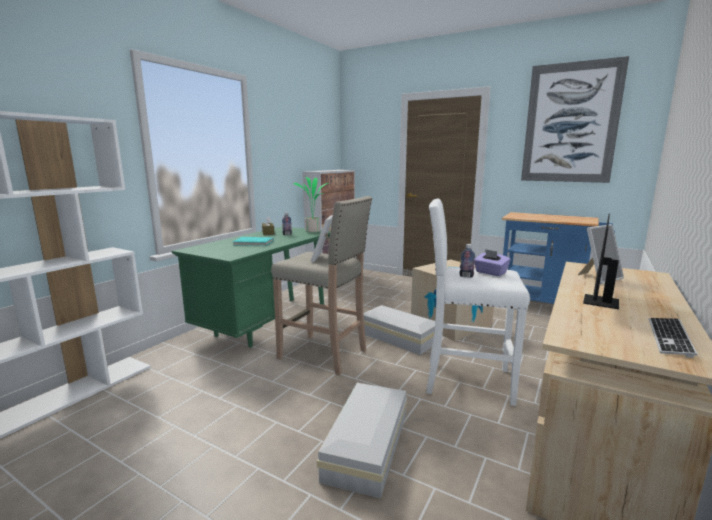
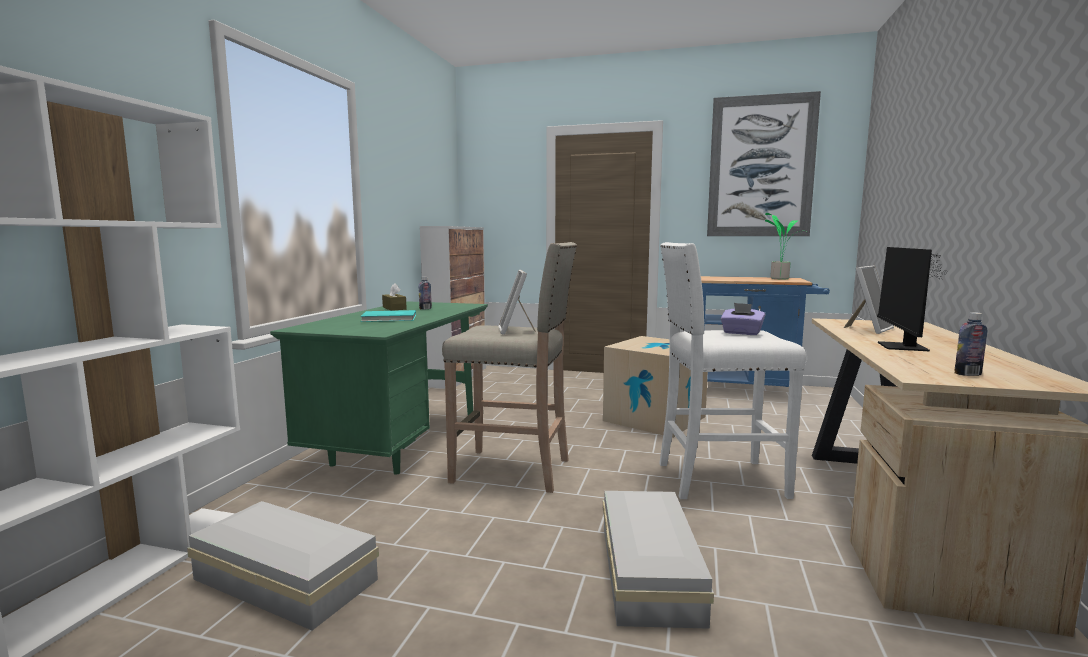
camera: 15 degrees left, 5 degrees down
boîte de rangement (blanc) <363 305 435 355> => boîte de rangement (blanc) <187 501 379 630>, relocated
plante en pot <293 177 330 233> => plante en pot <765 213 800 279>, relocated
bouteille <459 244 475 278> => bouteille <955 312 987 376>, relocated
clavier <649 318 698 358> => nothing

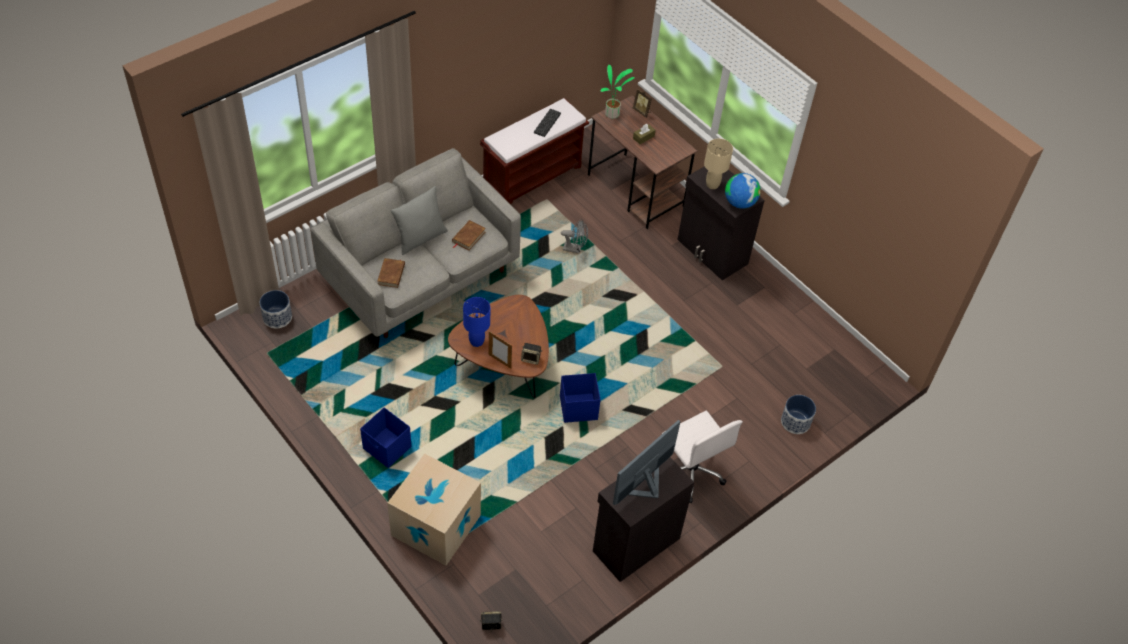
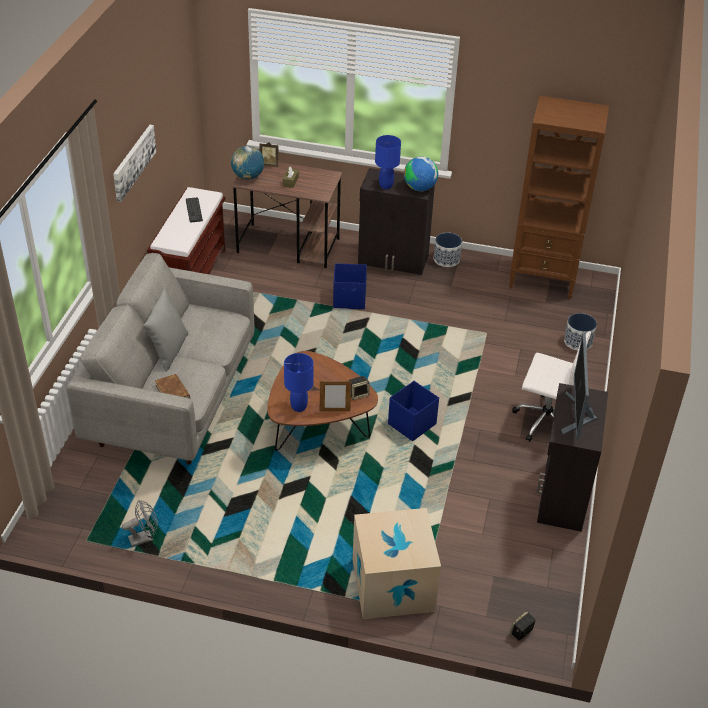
camera: 35 degrees left, 10 degrees down
nothing => tableau <113 125 156 202>
ventilateur (gris) <561 219 588 254> => ventilateur (gris) <122 500 158 547>, relocated
plante en pot <601 65 635 119> => globe <231 146 264 180>
boîte de rangement (bleu) <360 407 411 468> => boîte de rangement (bleu) <333 263 367 309>, relocated
lampe de table (beige) <704 138 733 189> => lampe de table (bleu) <375 135 401 189>
cache-pot <260 290 292 329> => cache-pot <434 233 462 267>, relocated
nothing => bibliothèque (marron) <509 96 609 299>
livre (marron) <452 220 486 251> => nothing

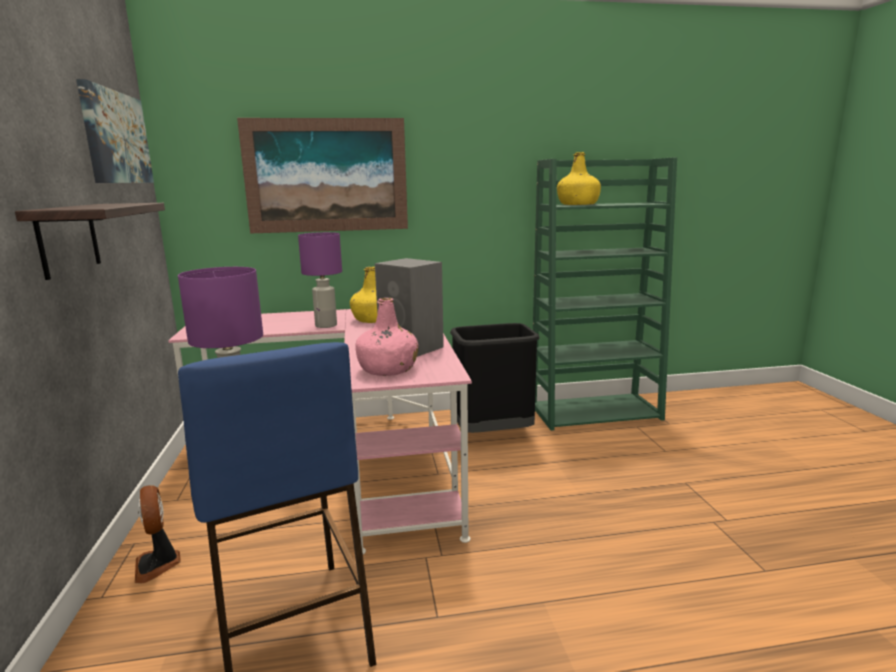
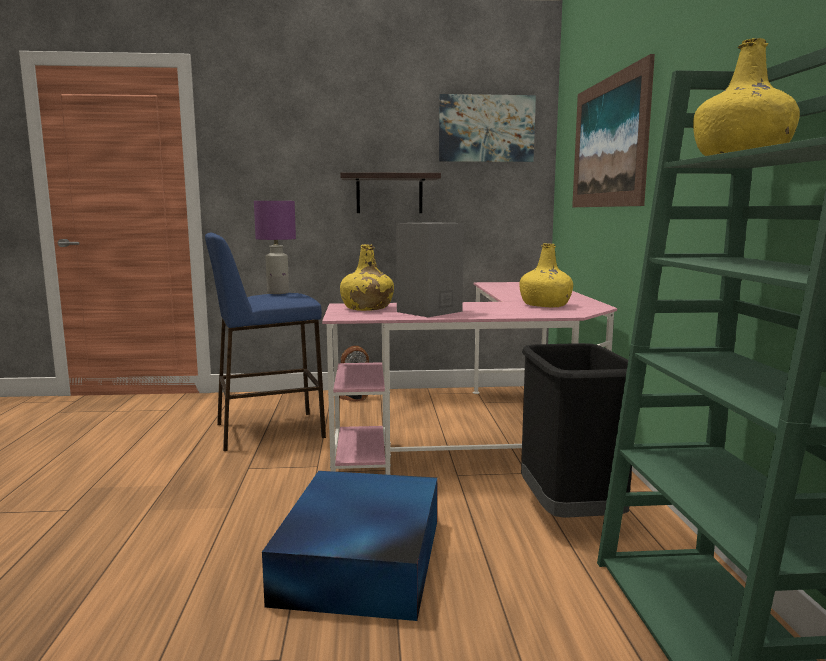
camera: 95 degrees right, 5 degrees down
nothing => boîte de rangement (bleu) <262 471 438 621>
bouteille (rose) <355 298 418 376> => bouteille (jaune) <340 244 394 311>
lampe de table (violet) <298 232 342 328> => nothing

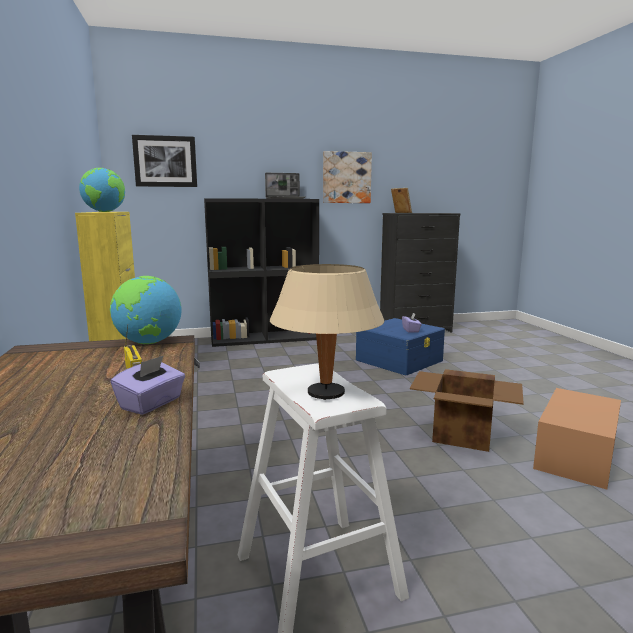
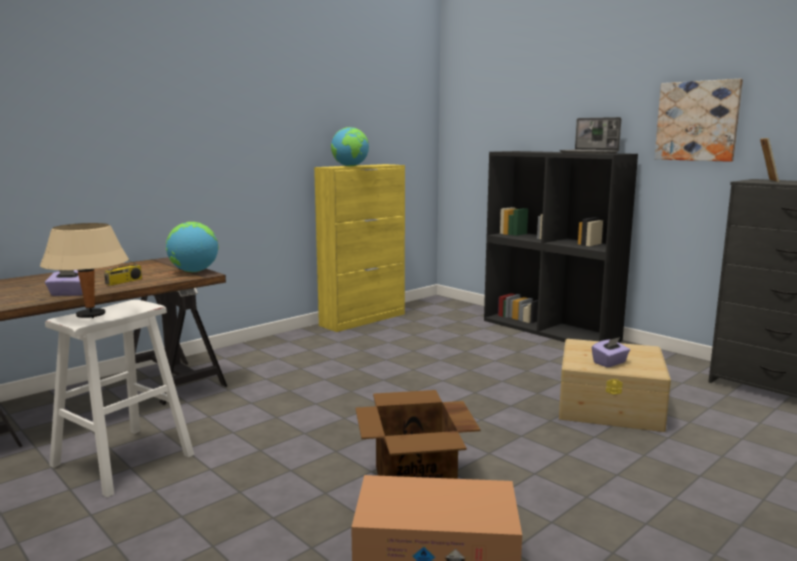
camera: 60 degrees right, 0 degrees up
boîte de rangement (bleu) <356 318 445 375> => boîte de rangement (beige) <559 339 671 432>
tableau <132 135 197 187> => nothing

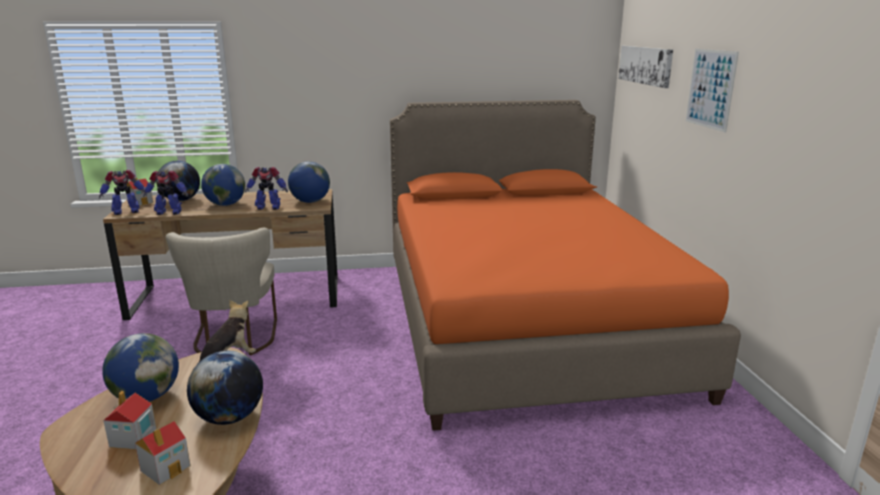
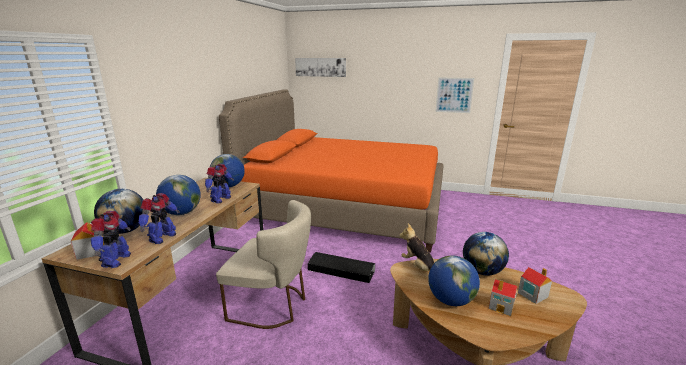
camera: 65 degrees left, 0 degrees up
nothing => boîte de rangement (noir) <308 252 375 283>
tableau <686 49 739 133> => tableau <435 77 474 113>, relocated

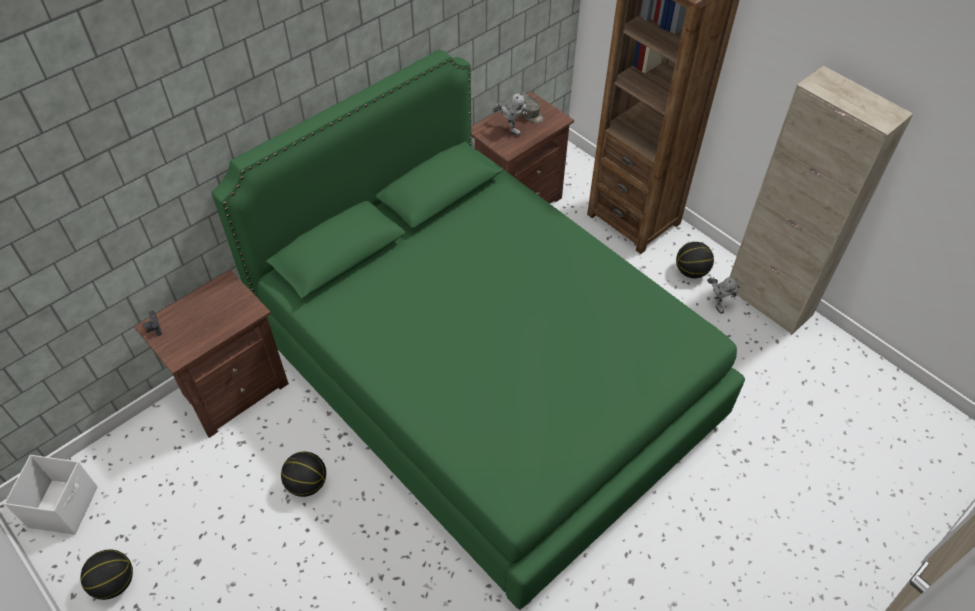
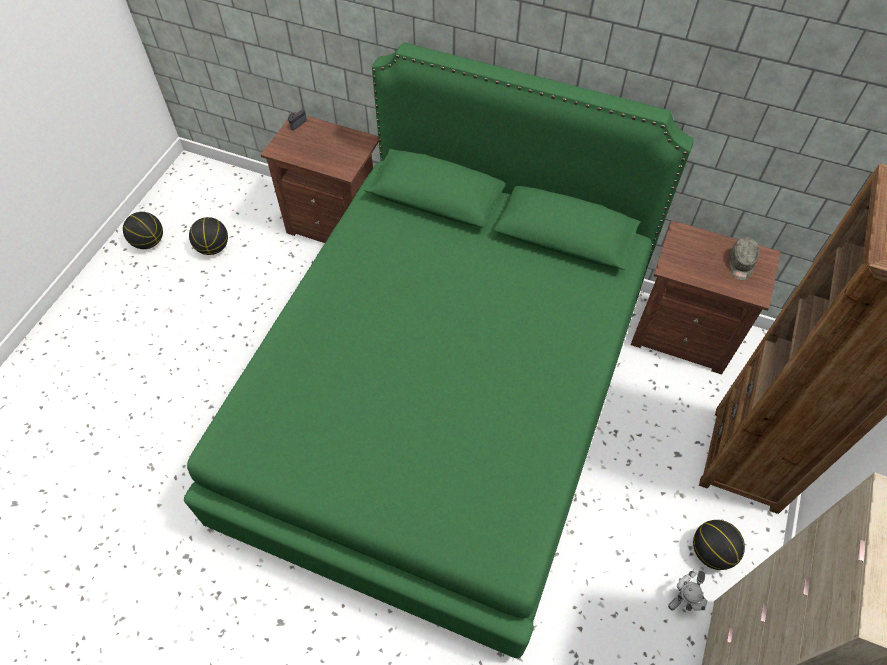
camera: 65 degrees right, 5 degrees up
ballon de basket <281 452 326 497> => ballon de basket <189 217 228 255>, relocated
boîte de rangement (blanc) <4 455 97 535> => nothing
robot jouet <492 92 527 136> => nothing

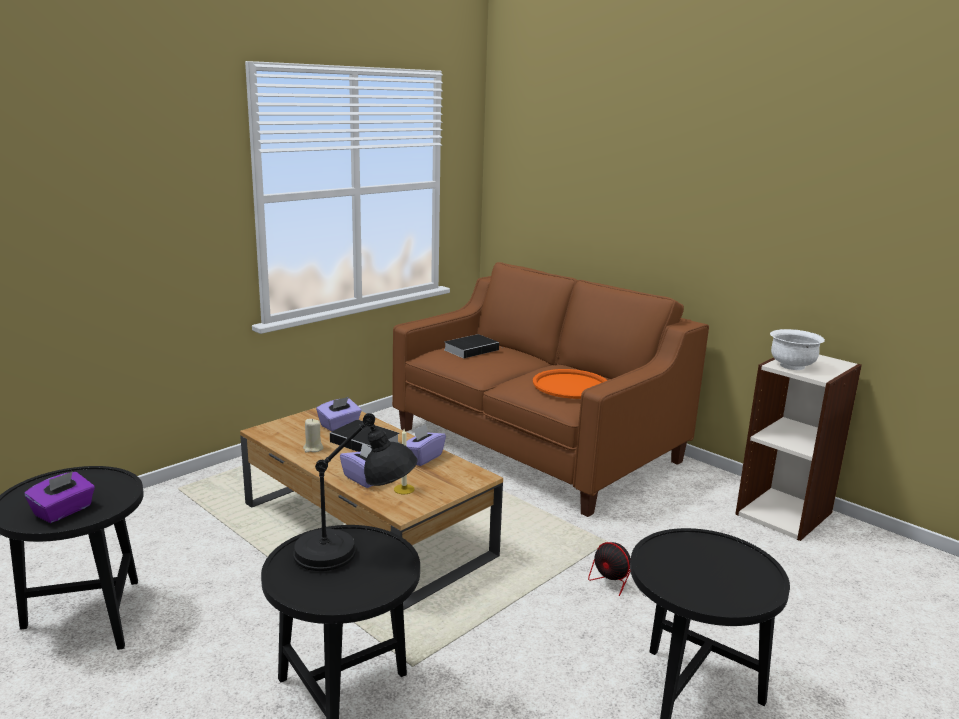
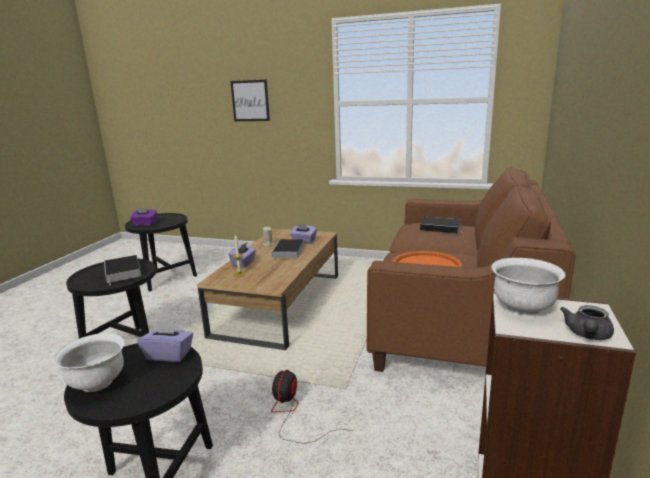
camera: 65 degrees right, 0 degrees up
nothing => bol (blanc) <54 333 125 392>
lampe de table (noir) <293 413 418 571> => livre <104 255 142 286>
boîte à mouchoirs (violet) <406 424 446 466> => boîte à mouchoirs (violet) <137 320 193 362>, relocated
nothing => tableau <230 80 270 121>
nothing => théière (gris) <560 305 614 340>

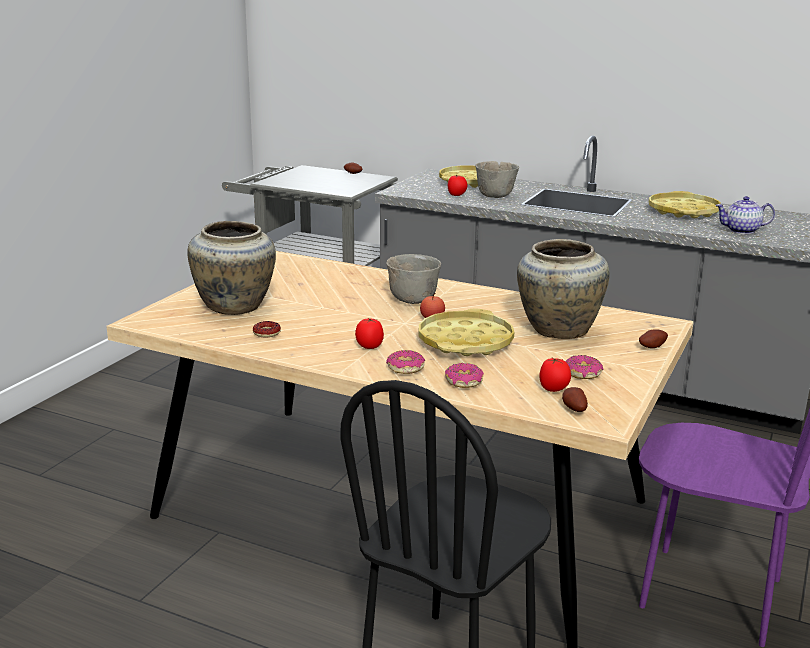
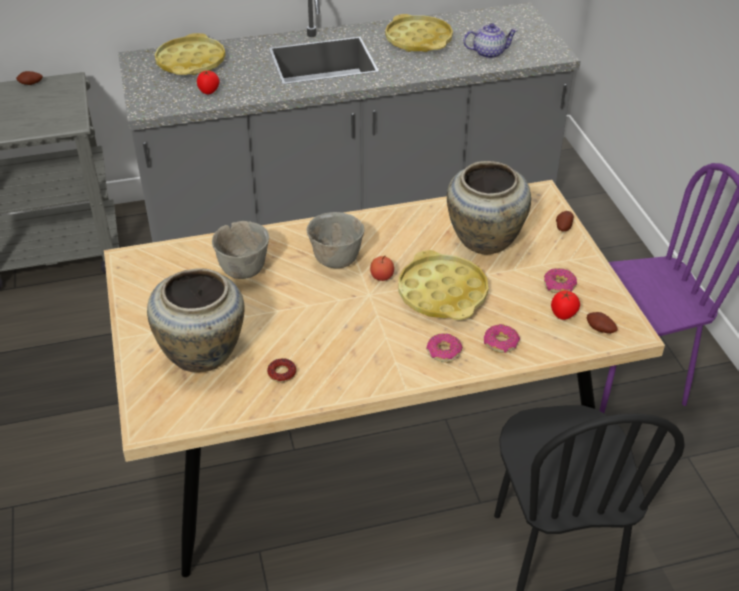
camera: 40 degrees left, 20 degrees up
bol (gris) <475 161 519 198> => bol (gris) <212 221 269 279>, relocated
théière <716 196 775 234> => théière <463 23 518 59>, 150 degrees counterclockwise
tomate <355 318 384 349> => nothing

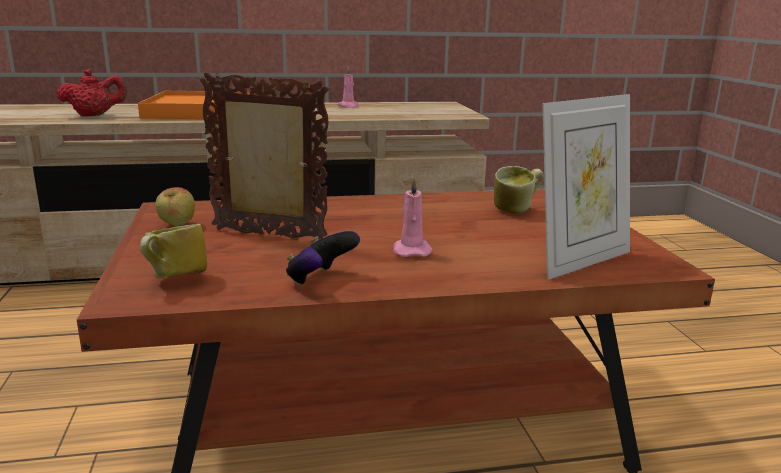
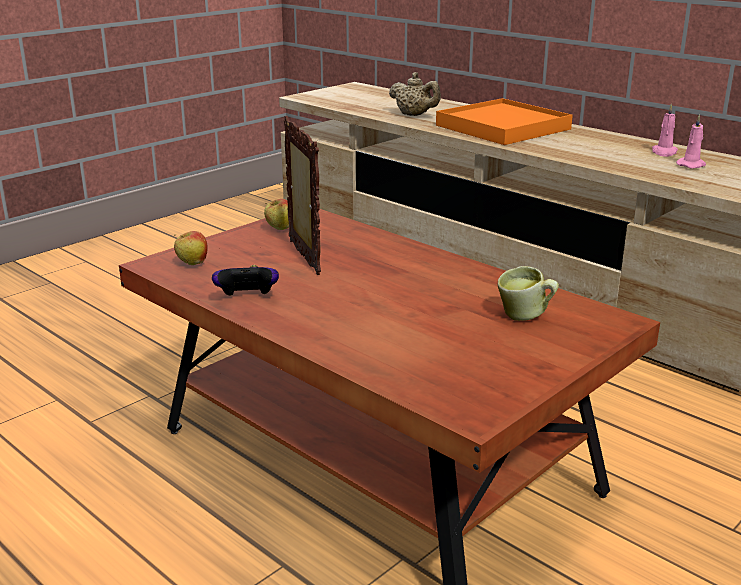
camera: 55 degrees right, 5 degrees up
mug <140 224 207 279> => pomme <174 231 208 265>
théière (rouge) <56 69 127 117> => théière (beige) <389 72 441 116>
bougie (rose) <393 176 433 257> => bougie (rose) <676 114 706 169>, relocated
cadre photo <542 94 630 280> => nothing

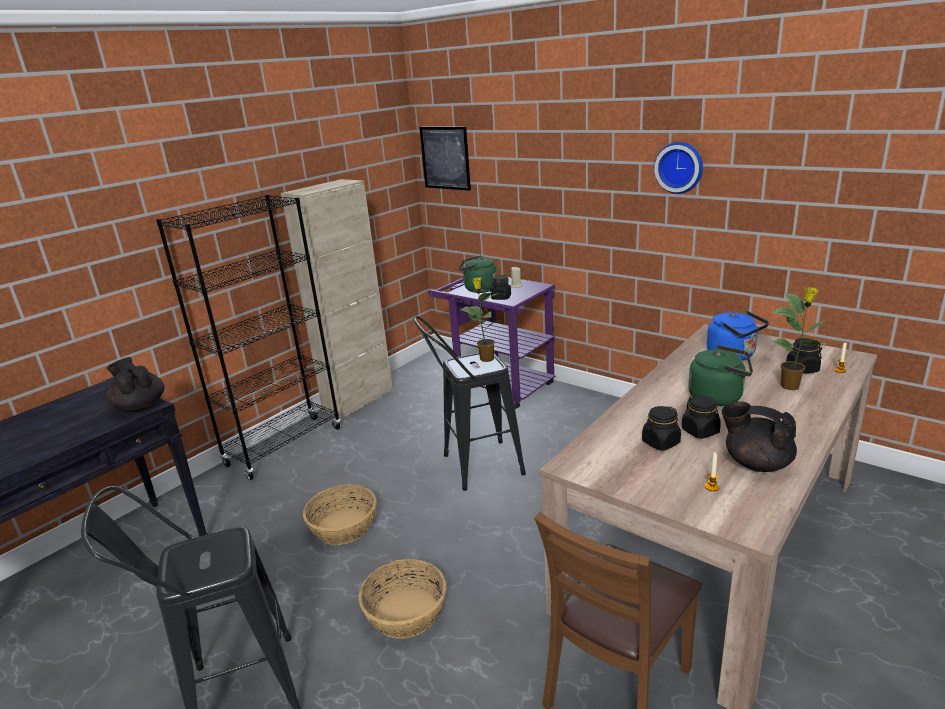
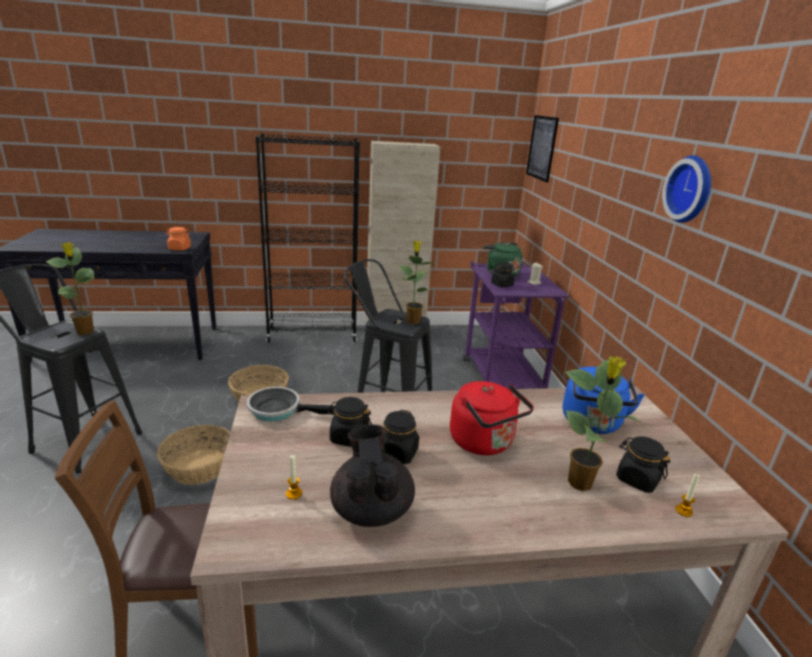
camera: 40 degrees right, 0 degrees up
nothing => plante en pot <46 242 94 335>
théière (noir) <106 357 165 412> => bocal (orange) <166 227 191 251>
nothing => poêle <247 387 335 422>
bouilloire (vert) <688 345 753 406> => bouilloire (rouge) <450 381 534 455>

